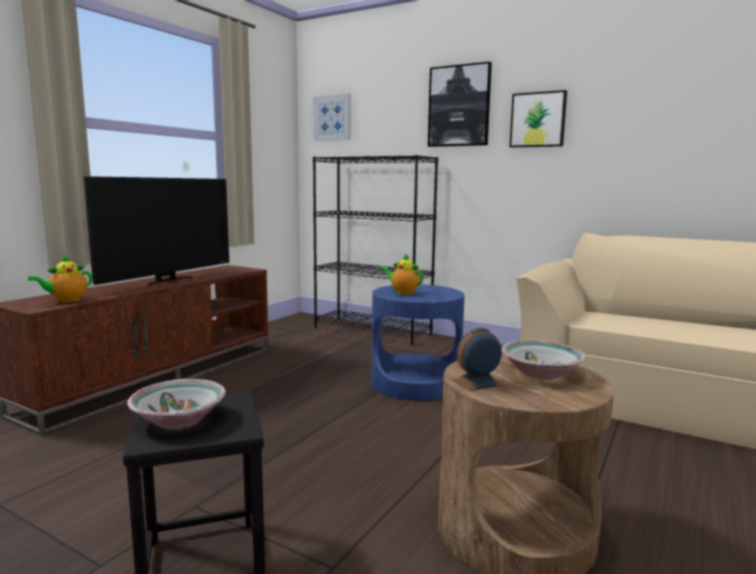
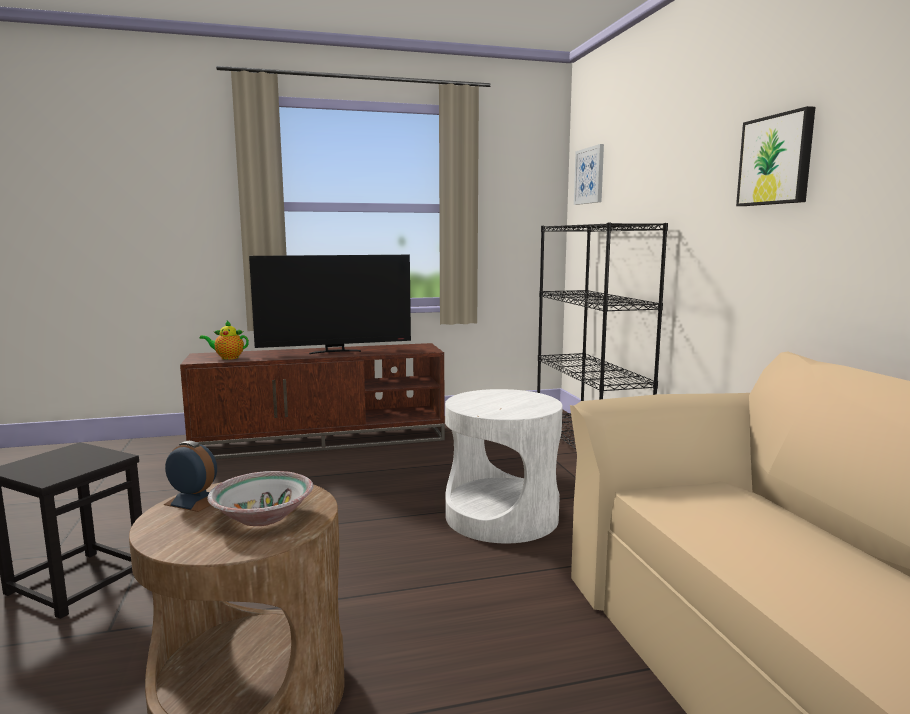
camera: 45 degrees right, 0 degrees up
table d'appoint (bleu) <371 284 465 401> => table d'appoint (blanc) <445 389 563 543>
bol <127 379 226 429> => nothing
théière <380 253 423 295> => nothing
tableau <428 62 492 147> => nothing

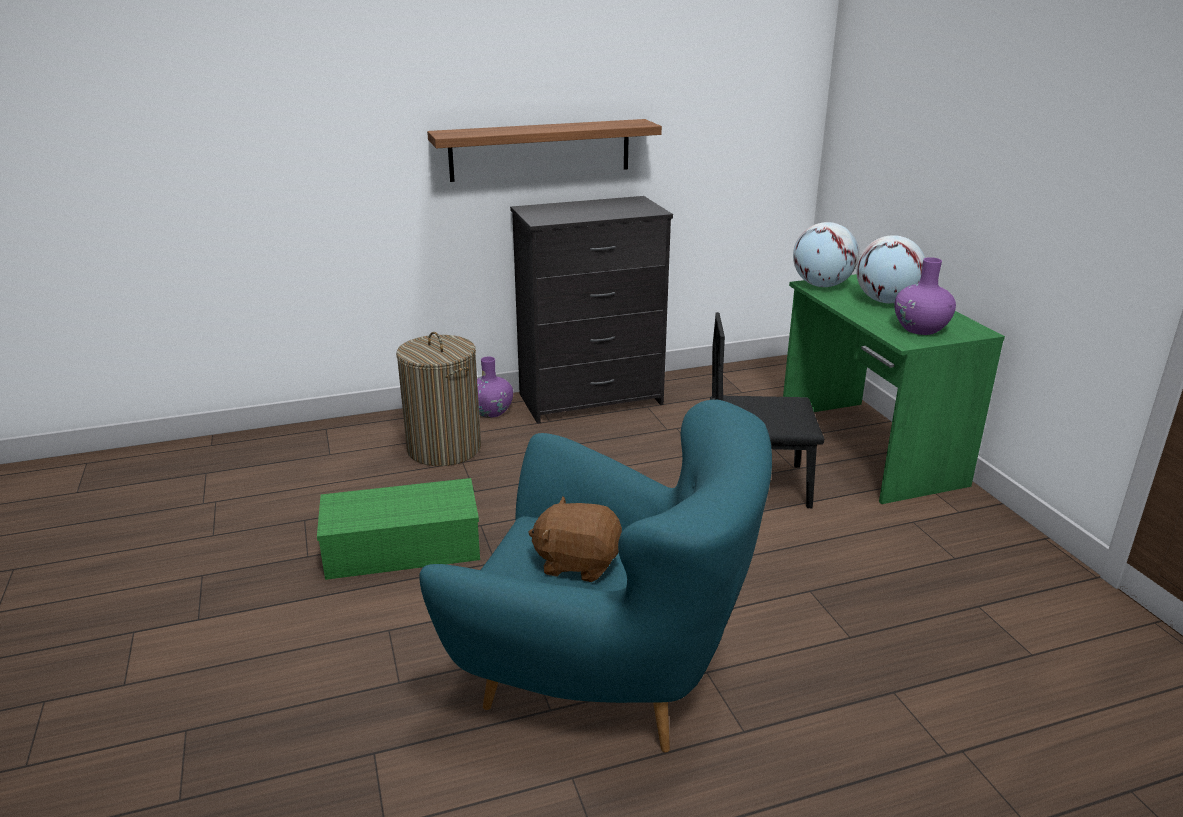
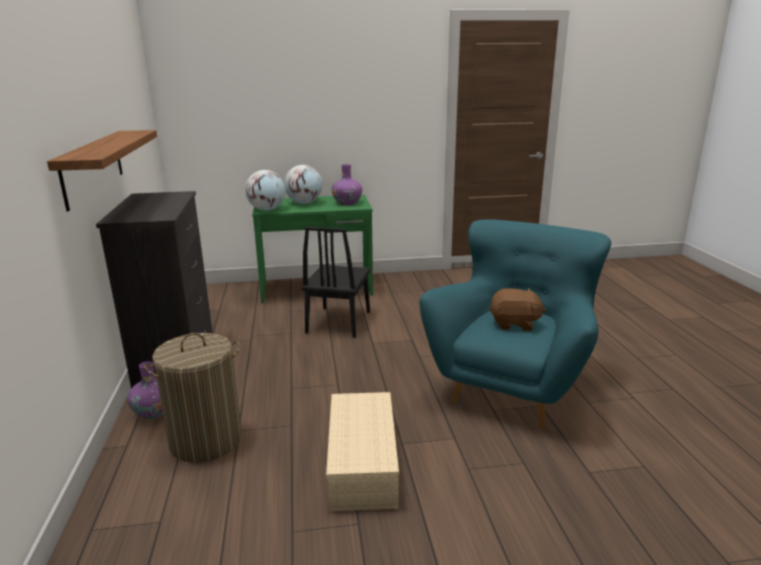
camera: 80 degrees left, 5 degrees down
boîte de rangement (vert) <317 478 480 580> => boîte de rangement (beige) <326 392 399 512>
peluche (marron) <528 496 622 582> => peluche (marron) <489 288 546 331>, 105 degrees counterclockwise

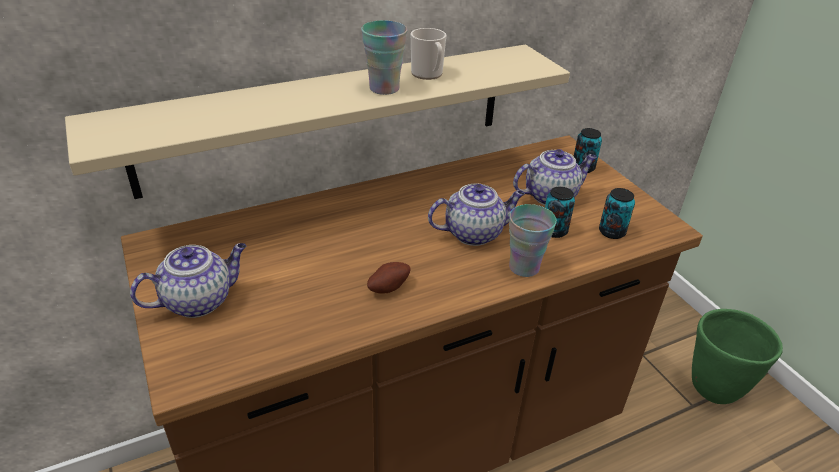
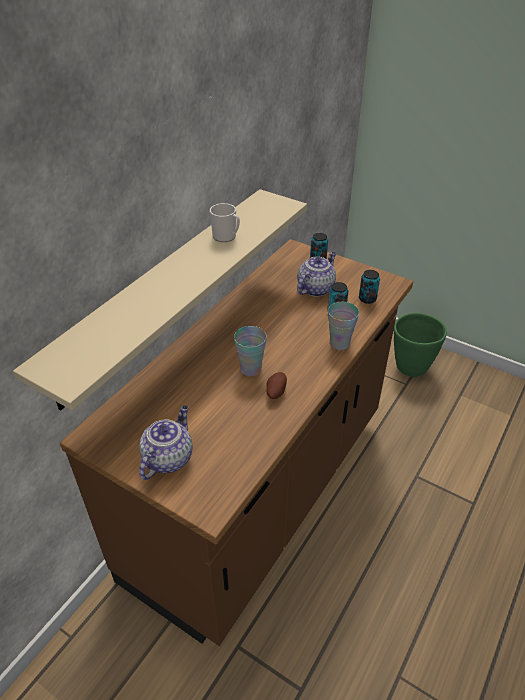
camera: 30 degrees left, 5 degrees up
tasse <361 20 408 95> => tasse <234 326 267 376>, relocated
théière <428 184 525 246> => nothing

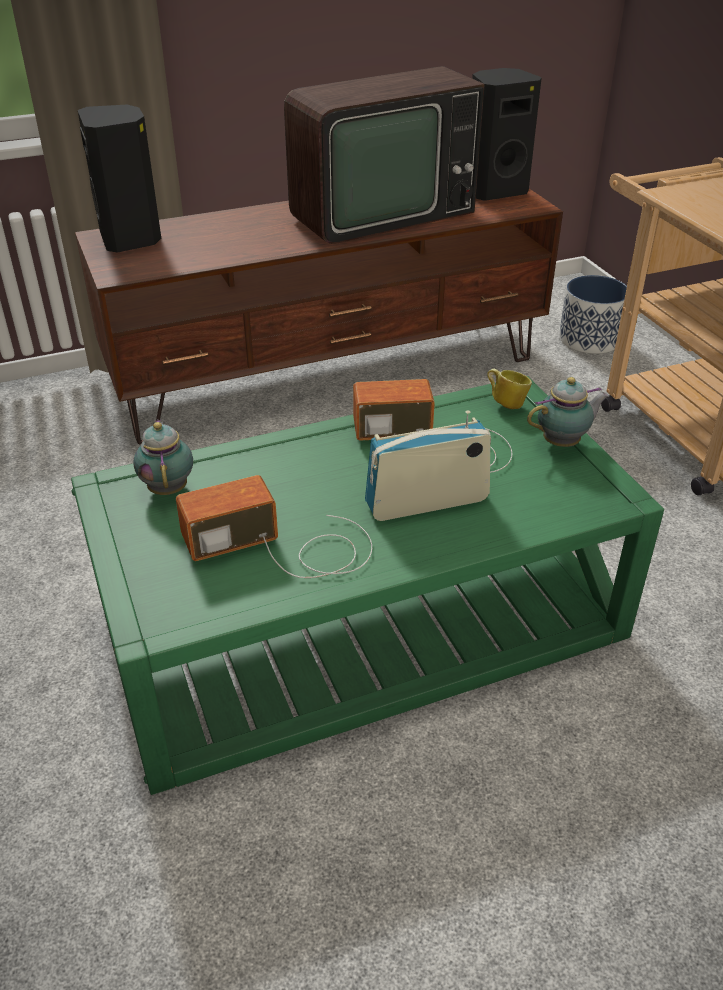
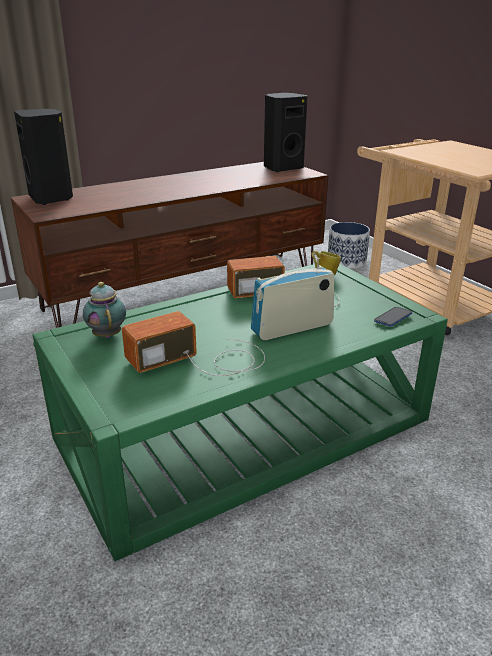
camera: 10 degrees left, 10 degrees down
nothing => téléphone <374 307 412 326>
téléviseur <284 66 485 244> => nothing
théière <527 377 609 447> => nothing

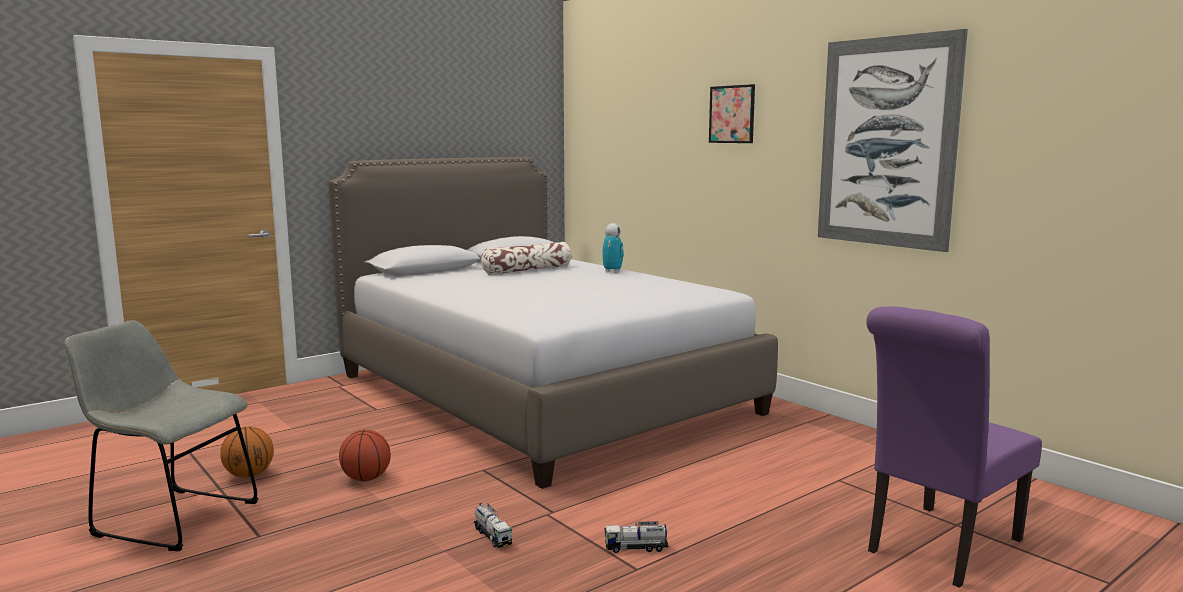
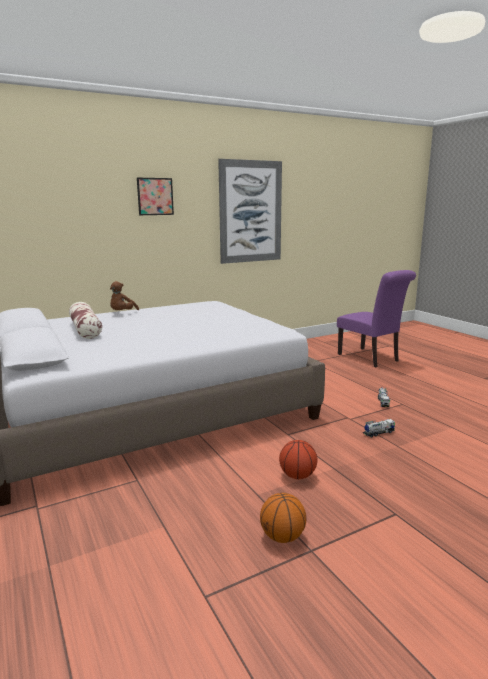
camera: 80 degrees left, 5 degrees up
robot jouet <602 223 624 273> => peluche (marron) <110 281 139 310>
chaise (gris) <64 320 258 551> => nothing

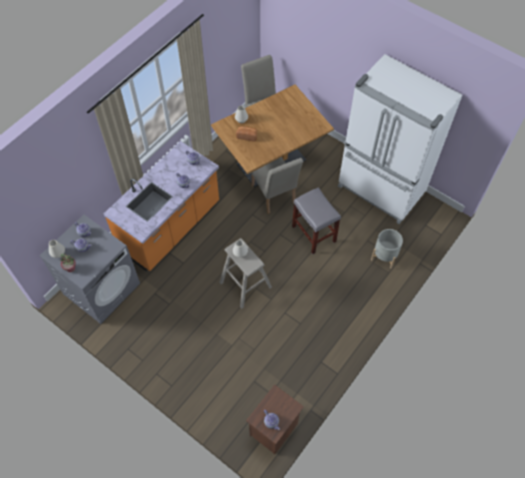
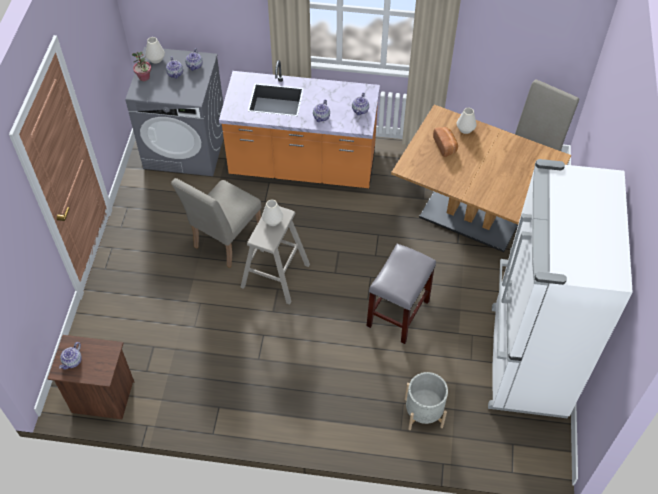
camera: 60 degrees right, 5 degrees down
chaise (beige) <251 157 303 214> => chaise (beige) <171 178 261 268>, relocated

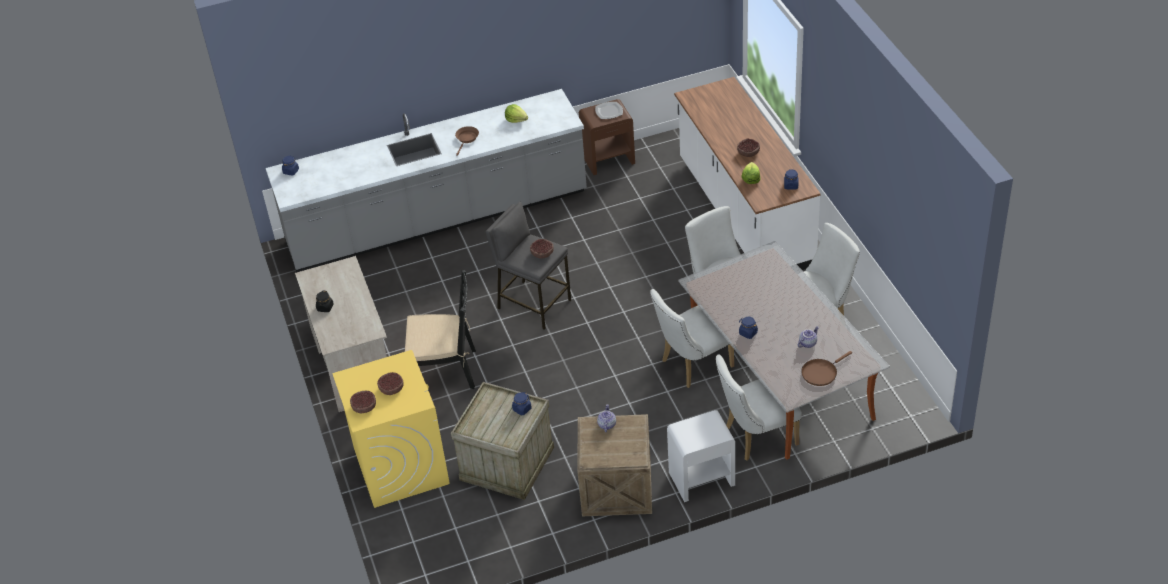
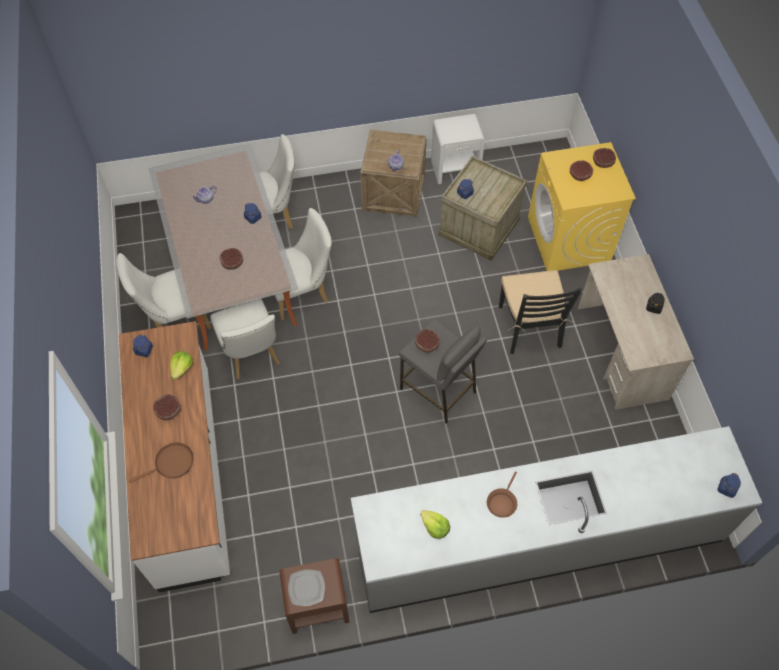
camera: 175 degrees left, 15 degrees up
poêle (marron) <801 351 852 386> => poêle (marron) <129 443 194 483>, relocated
nothing => bol <220 248 243 270>
table de chevet (blanc) <667 410 735 502> => table de chevet (blanc) <431 114 485 184>, relocated
chaise (noir) <405 270 476 389> => chaise (noir) <499 270 582 354>, 105 degrees counterclockwise

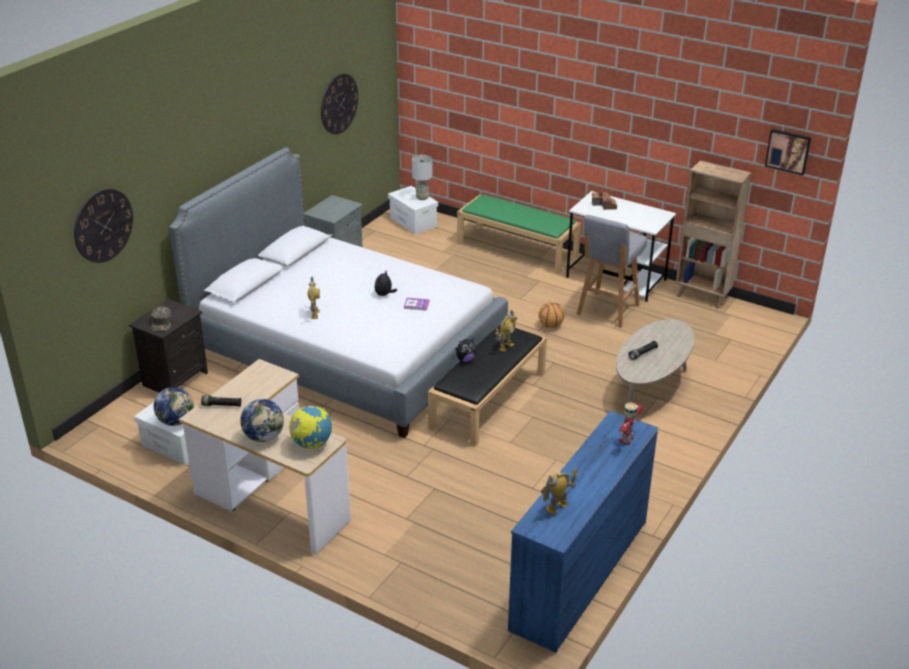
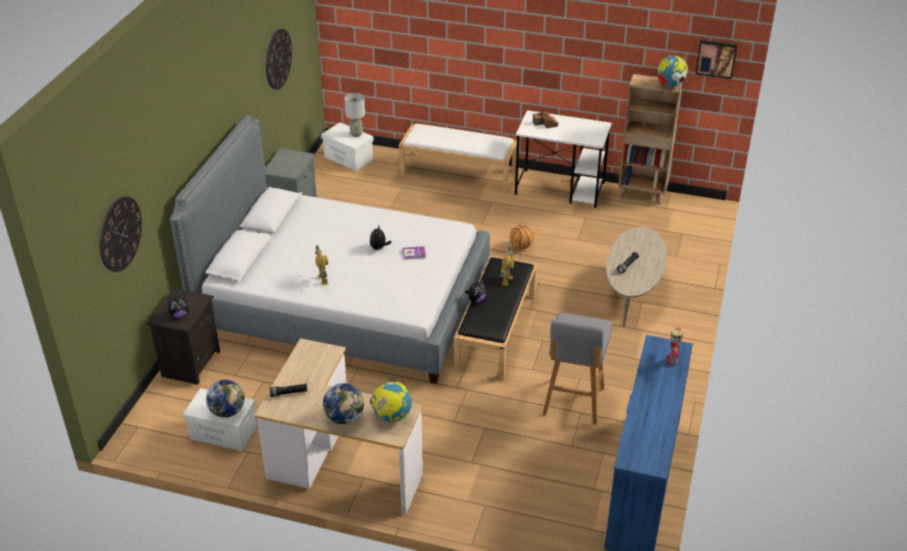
camera: 15 degrees left, 5 degrees up
casquette (vert) <151 307 172 331> => peluche <168 295 189 318>
banc (vert) <457 195 581 274> => banc (blanc) <399 124 517 192>
tabouret (gris) <577 215 647 328> => tabouret (gris) <542 313 612 425>, relocated
nothing => globe <657 56 689 87>
robot jouet <541 468 578 515> => nothing

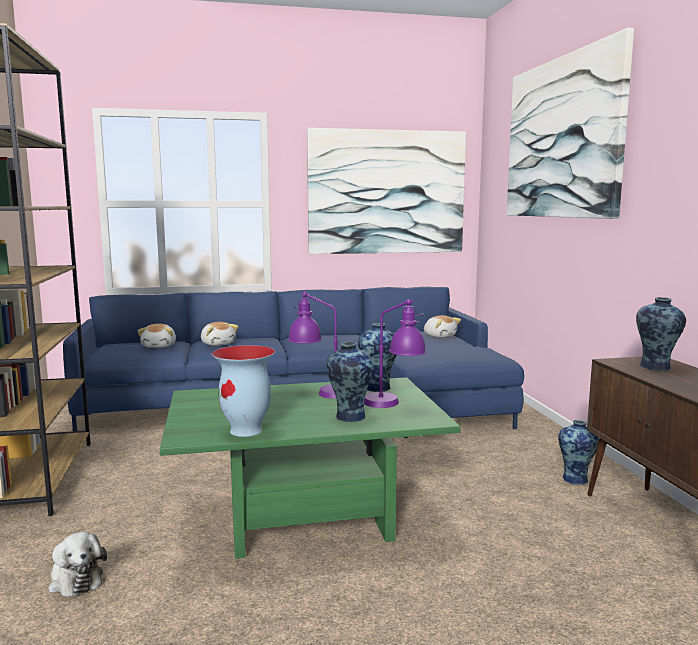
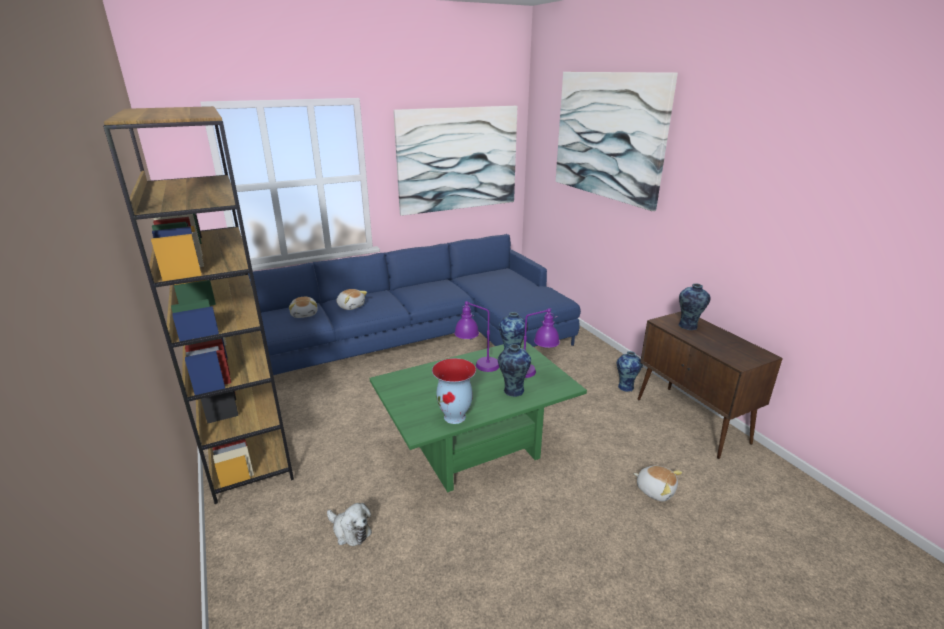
camera: 15 degrees left, 15 degrees up
peluche <424 315 461 338> => peluche <633 466 682 501>, relocated

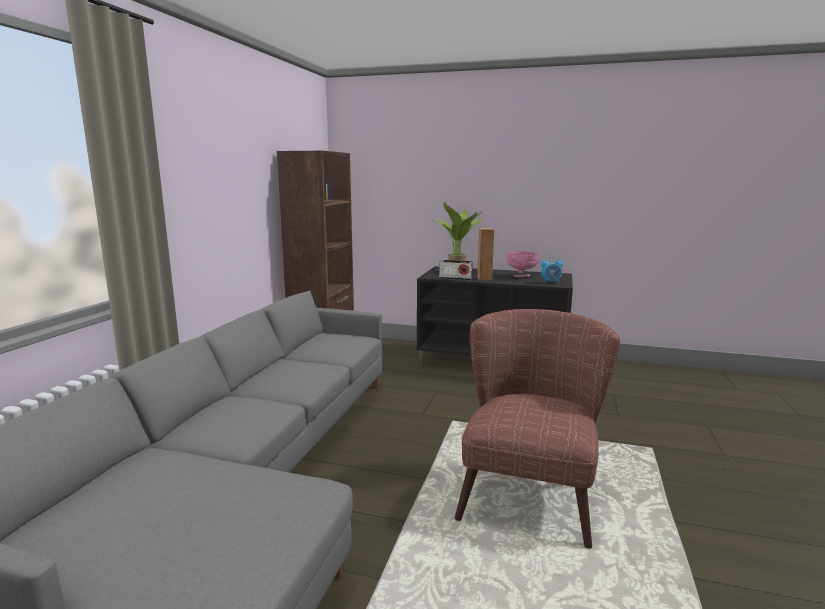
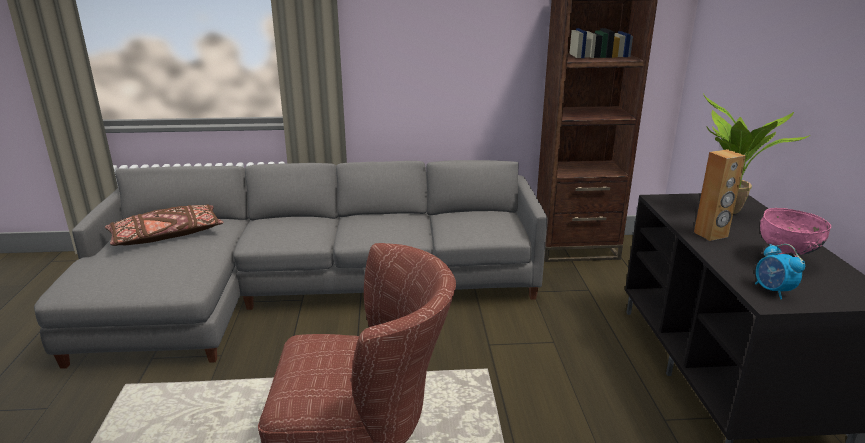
camera: 70 degrees right, 10 degrees up
nothing => coussin (marron) <105 204 224 246>
radio <439 260 473 280> => nothing

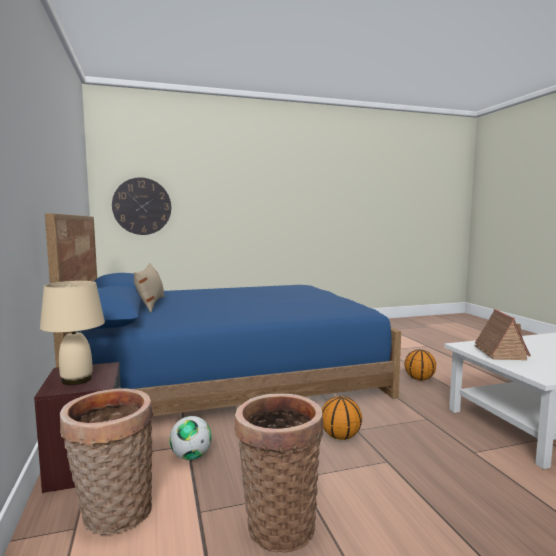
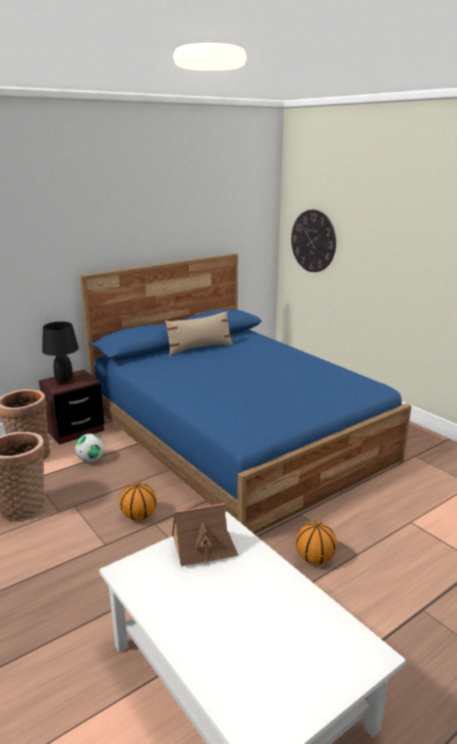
camera: 70 degrees right, 15 degrees up
lampe de table (beige) <40 281 105 385> => lampe de table (noir) <42 322 79 385>

